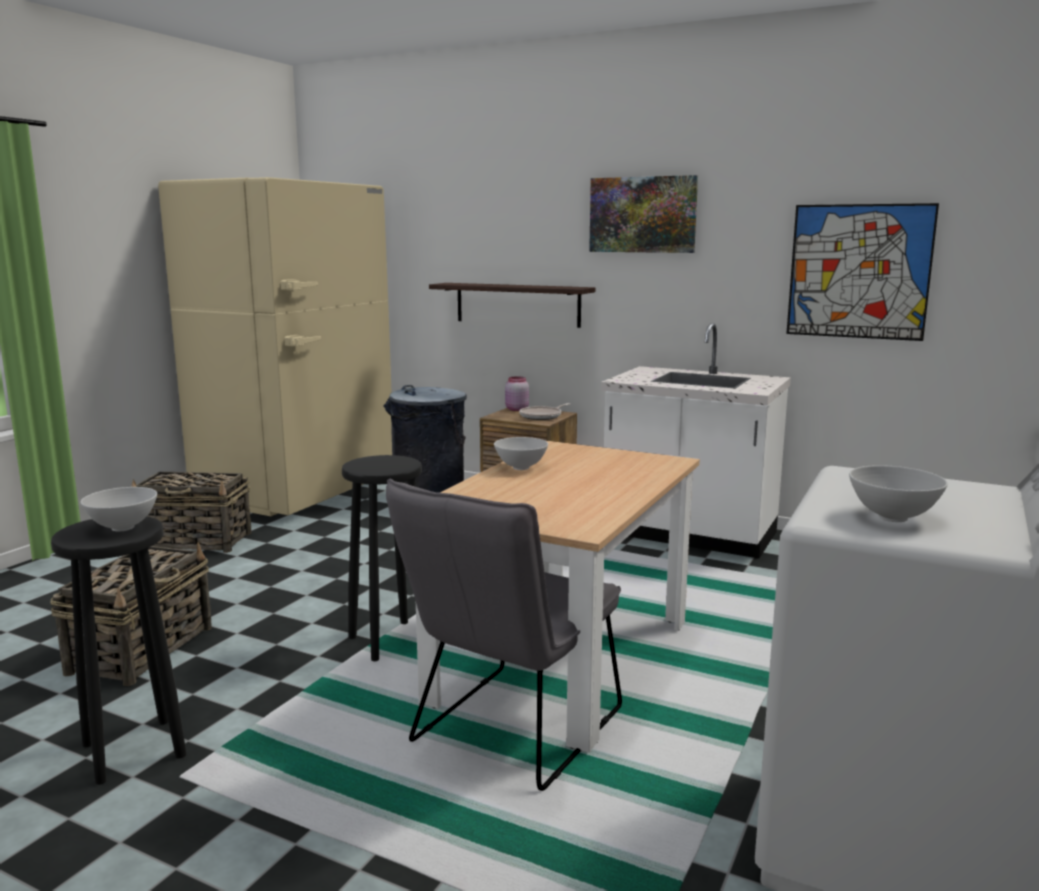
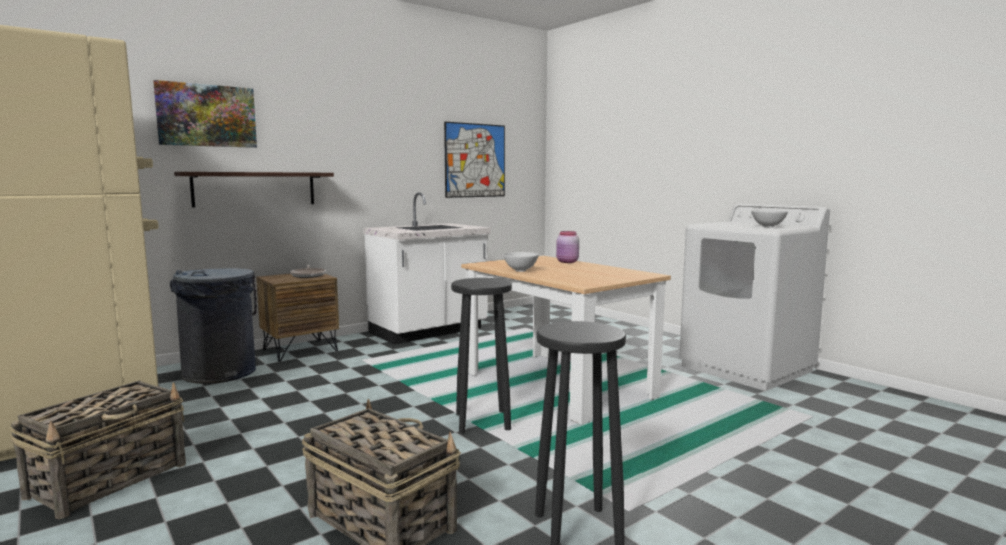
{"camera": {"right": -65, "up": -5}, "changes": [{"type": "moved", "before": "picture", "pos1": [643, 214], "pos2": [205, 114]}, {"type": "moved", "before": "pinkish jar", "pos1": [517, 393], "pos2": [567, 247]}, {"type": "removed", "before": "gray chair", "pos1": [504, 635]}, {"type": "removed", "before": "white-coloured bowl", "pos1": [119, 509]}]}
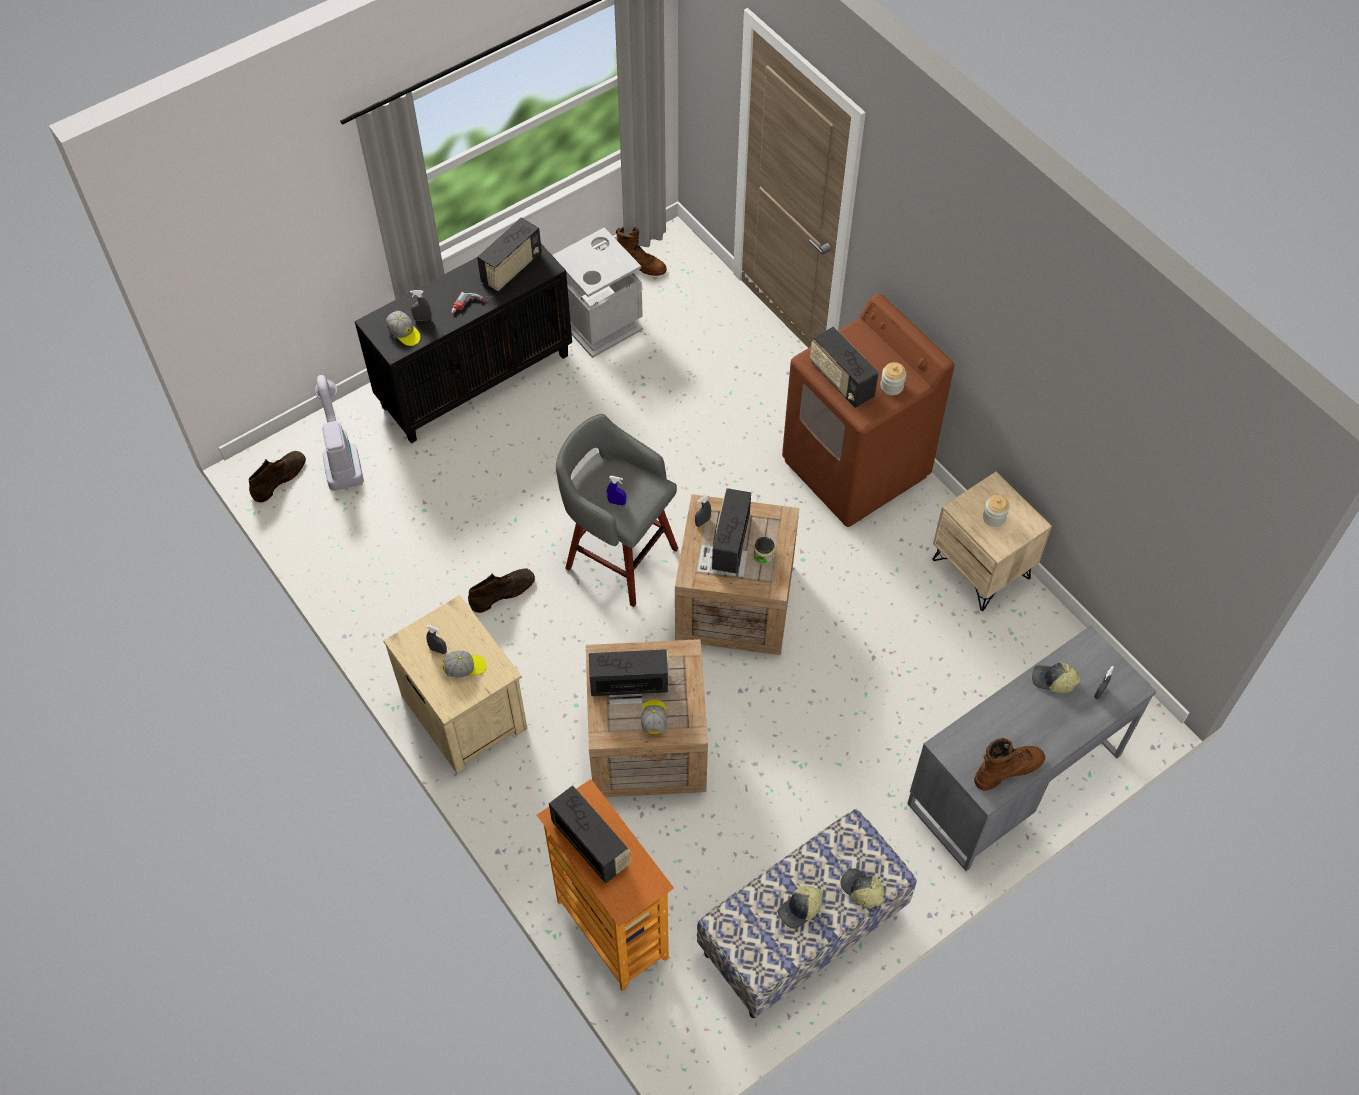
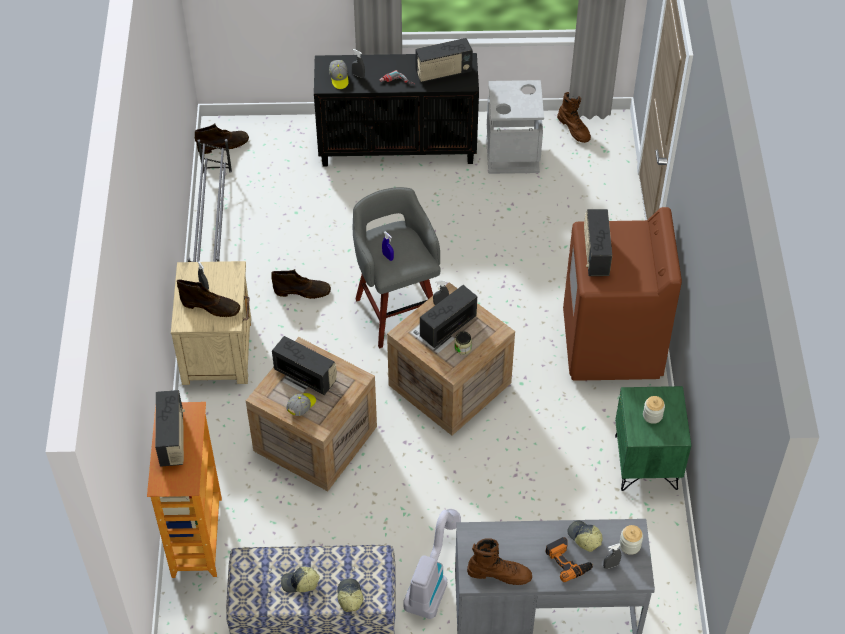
{"camera": {"right": 35, "up": -5}, "changes": [{"type": "moved", "before": "jar", "pos1": [893, 378], "pos2": [631, 540]}, {"type": "moved", "before": "hoover", "pos1": [339, 433], "pos2": [432, 564]}, {"type": "recoloured", "before": "sand-coloured nightstand", "after": "green nightstand", "pos1": [992, 541], "pos2": [653, 438]}, {"type": "replaced", "before": "peaked cap", "after": "brownish high-top boot", "pos1": [465, 664], "pos2": [208, 298]}, {"type": "added", "after": "gray shoe stand", "pos2": [209, 200]}, {"type": "added", "after": "drill", "pos2": [569, 559]}]}
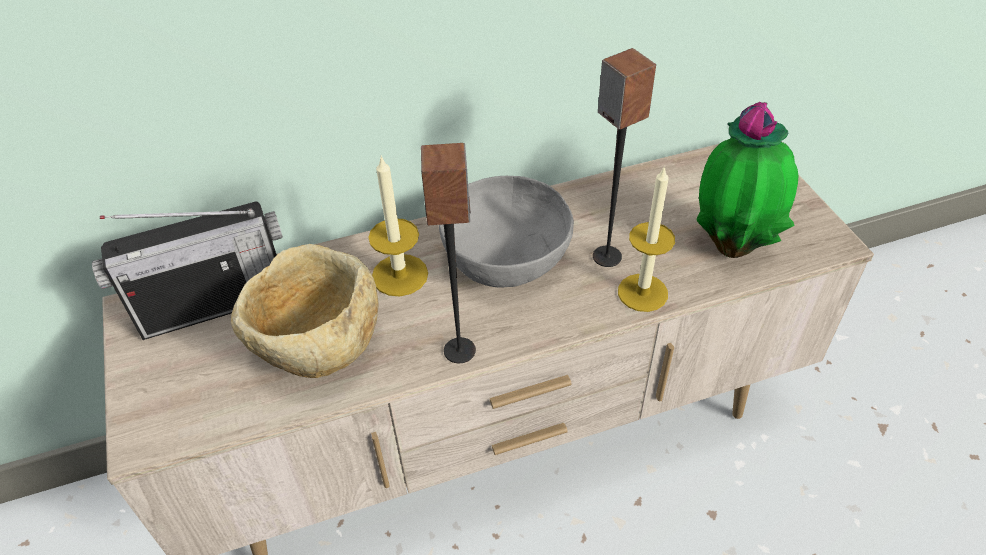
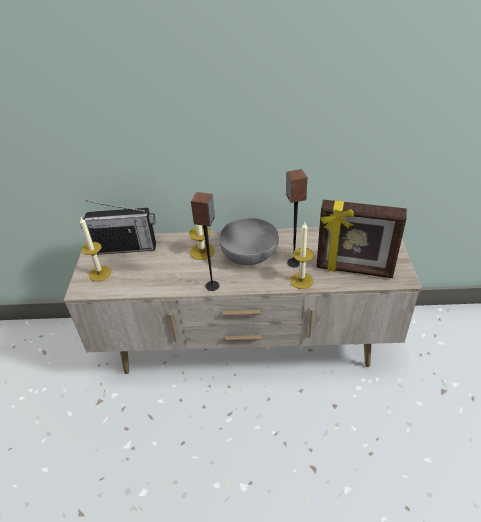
{"camera": {"right": 20, "up": -5}, "changes": [{"type": "replaced", "before": "houseplant", "after": "picture frame", "pos1": [747, 180], "pos2": [361, 239]}, {"type": "removed", "before": "sand-coloured bowl", "pos1": [305, 311]}, {"type": "added", "after": "candle", "pos2": [95, 249]}]}
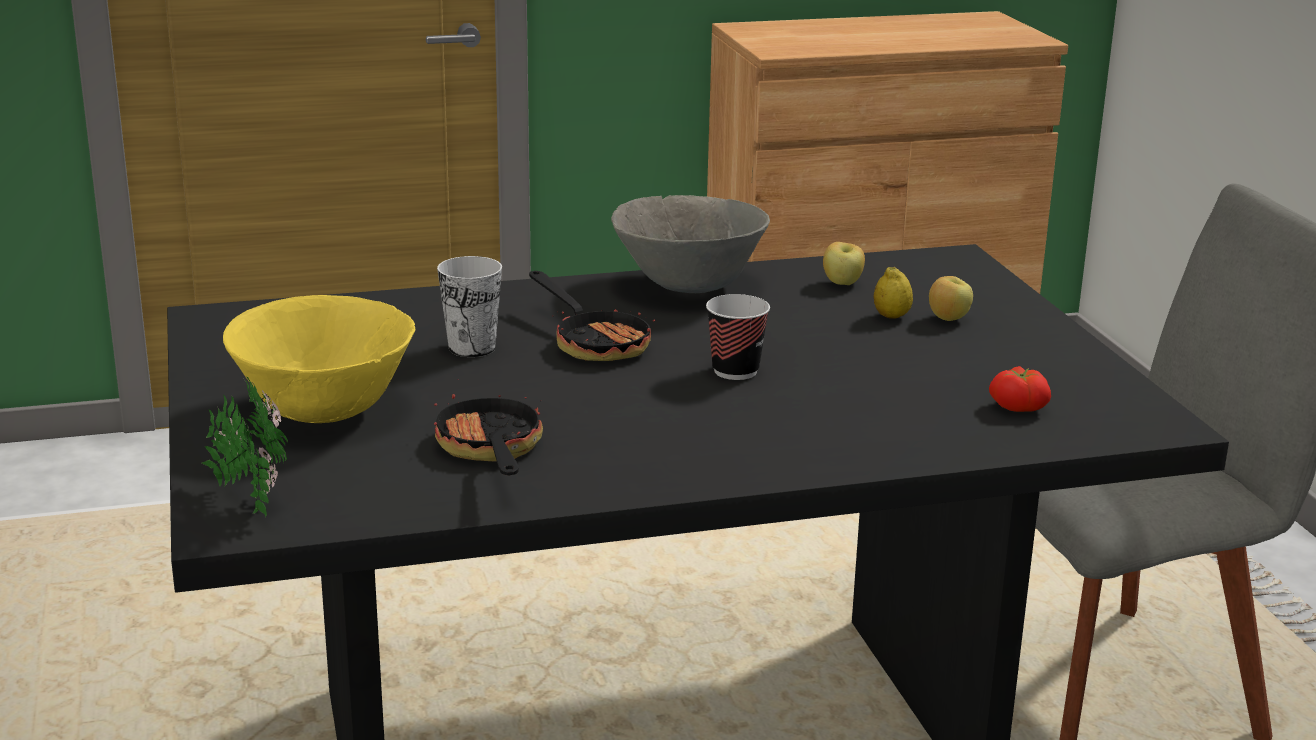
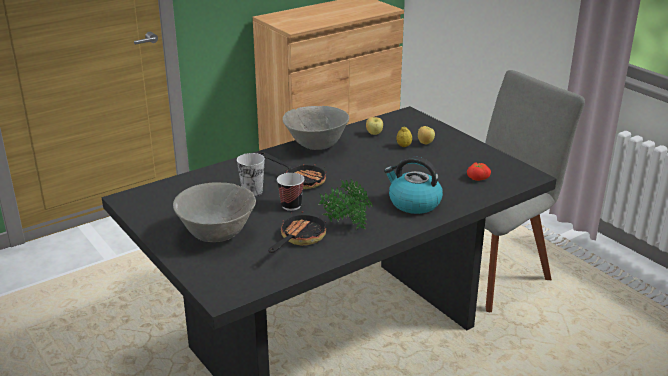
{"camera": {"right": -20, "up": 5}, "changes": [{"type": "moved", "before": "cup", "pos1": [738, 337], "pos2": [290, 192]}, {"type": "recoloured", "before": "yellow-coloured bowl", "after": "gray bowl", "pos1": [319, 359], "pos2": [214, 212]}, {"type": "moved", "before": "houseplant", "pos1": [245, 447], "pos2": [346, 204]}, {"type": "turned", "before": "skillet", "pos1": [488, 427], "pos2": [297, 232], "turn": 60}, {"type": "added", "after": "kettle", "pos2": [413, 185]}]}
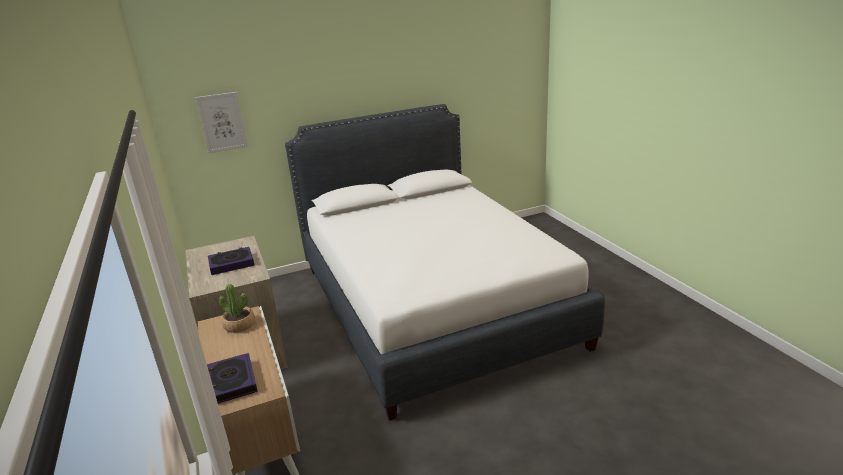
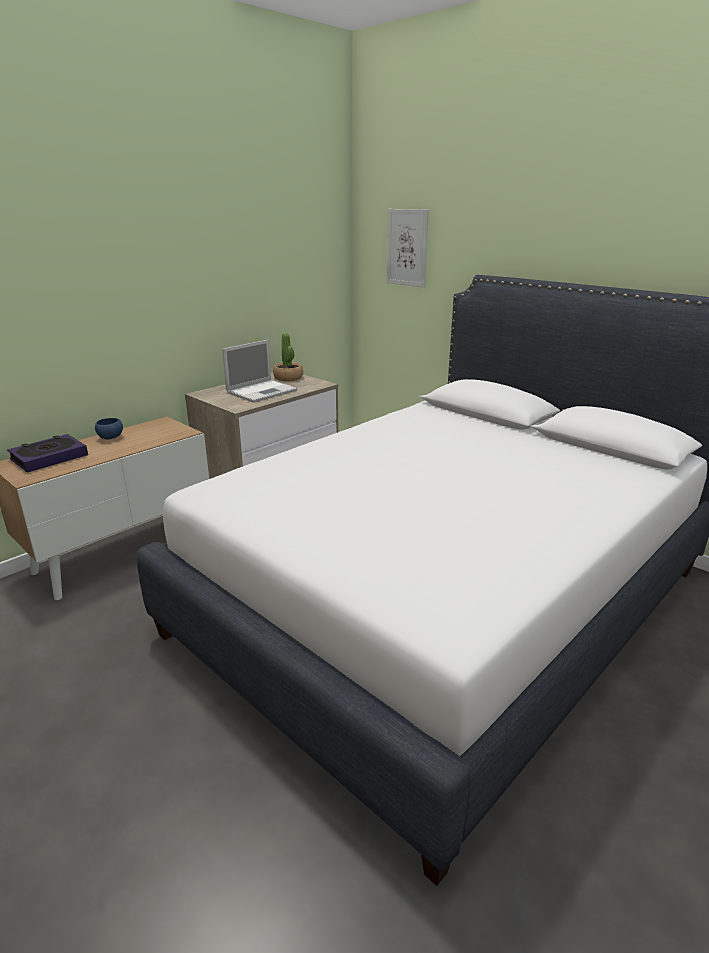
{"camera": {"right": 65, "up": 0}, "changes": [{"type": "replaced", "before": "bound book", "after": "laptop", "pos1": [231, 261], "pos2": [259, 371]}, {"type": "moved", "before": "houseplant", "pos1": [237, 308], "pos2": [288, 357]}, {"type": "added", "after": "blue bowl", "pos2": [109, 428]}]}
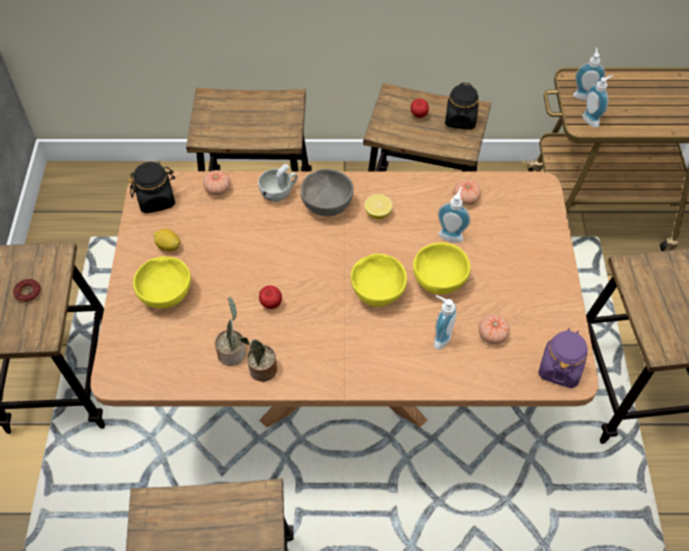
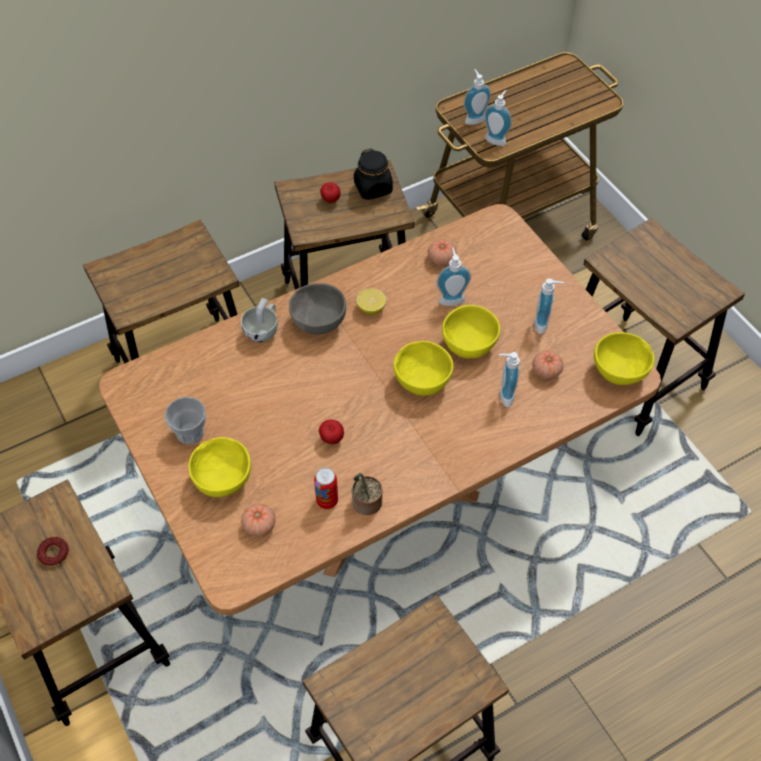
{"camera": {"right": -30, "up": 0}, "changes": [{"type": "removed", "before": "blackish jar", "pos1": [151, 188]}, {"type": "moved", "before": "fresh tomato", "pos1": [217, 182], "pos2": [258, 520]}, {"type": "replaced", "before": "lemon", "after": "cup", "pos1": [167, 240], "pos2": [185, 420]}, {"type": "replaced", "before": "houseplant", "after": "metal can", "pos1": [230, 331], "pos2": [326, 488]}, {"type": "replaced", "before": "purple-coloured jar", "after": "yellow-coloured bowl", "pos1": [563, 358], "pos2": [624, 358]}, {"type": "added", "after": "liquid soap bottle", "pos2": [549, 306]}]}
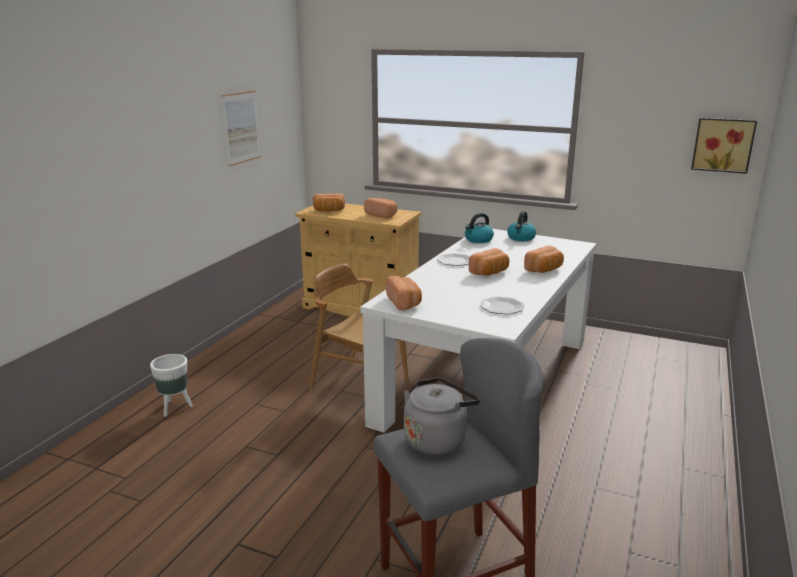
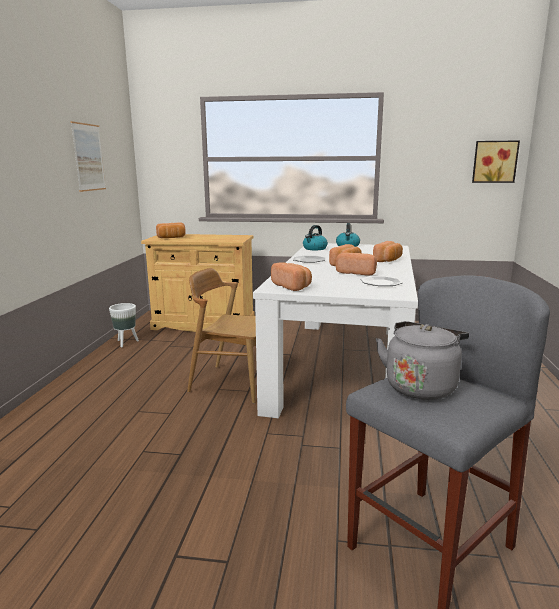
{"camera": {"right": -15, "up": -5}, "changes": [{"type": "moved", "before": "bread", "pos1": [380, 208], "pos2": [356, 264]}, {"type": "moved", "before": "white-coloured flower pot", "pos1": [171, 385], "pos2": [124, 325]}]}
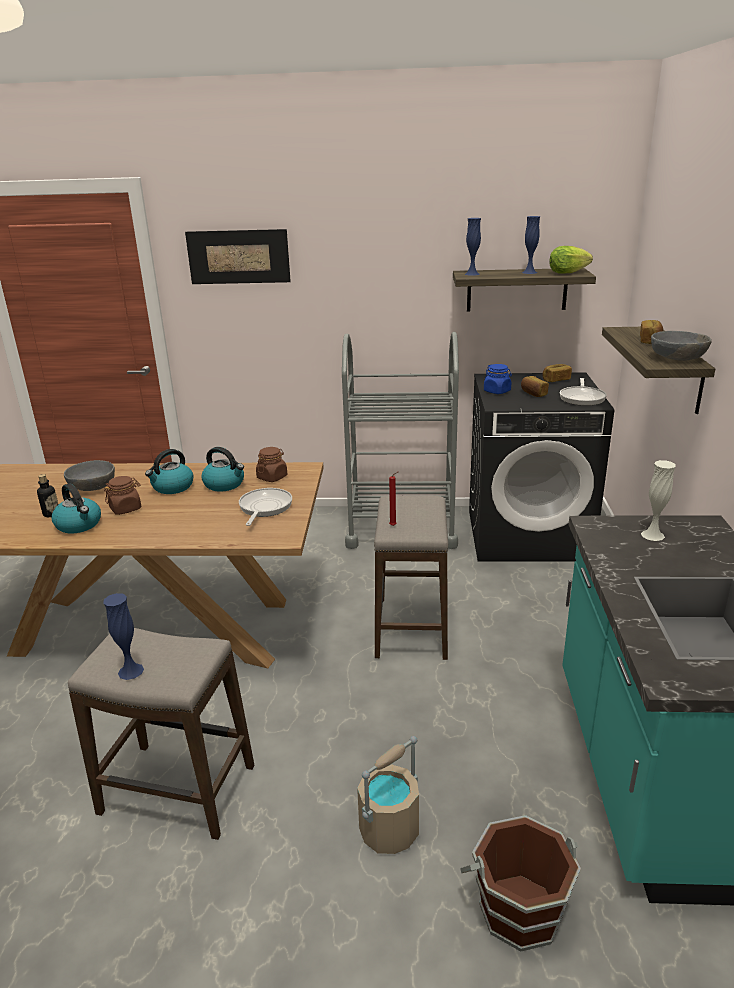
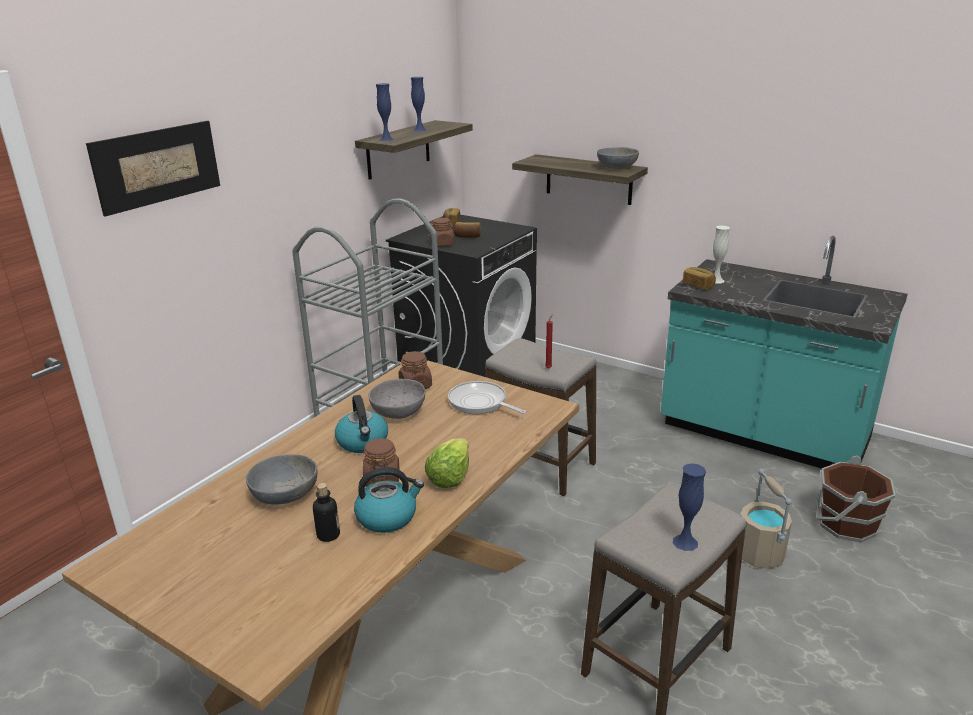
{"camera": {"right": -60, "up": 0}, "changes": [{"type": "moved", "before": "lettuce head", "pos1": [571, 260], "pos2": [447, 463]}, {"type": "moved", "before": "bread", "pos1": [651, 332], "pos2": [699, 278]}, {"type": "recoloured", "before": "blue jar", "after": "brownish jar", "pos1": [498, 379], "pos2": [442, 232]}, {"type": "removed", "before": "skillet", "pos1": [583, 392]}, {"type": "replaced", "before": "kettle", "after": "gray bowl", "pos1": [222, 469], "pos2": [396, 399]}]}
